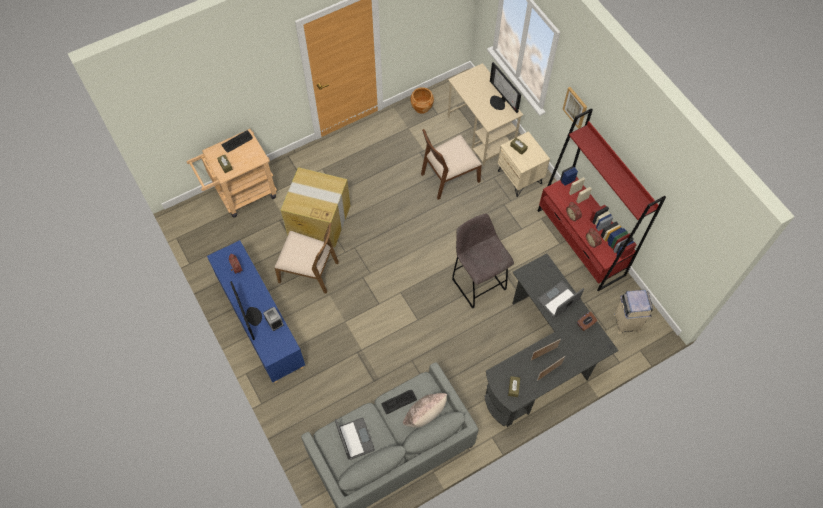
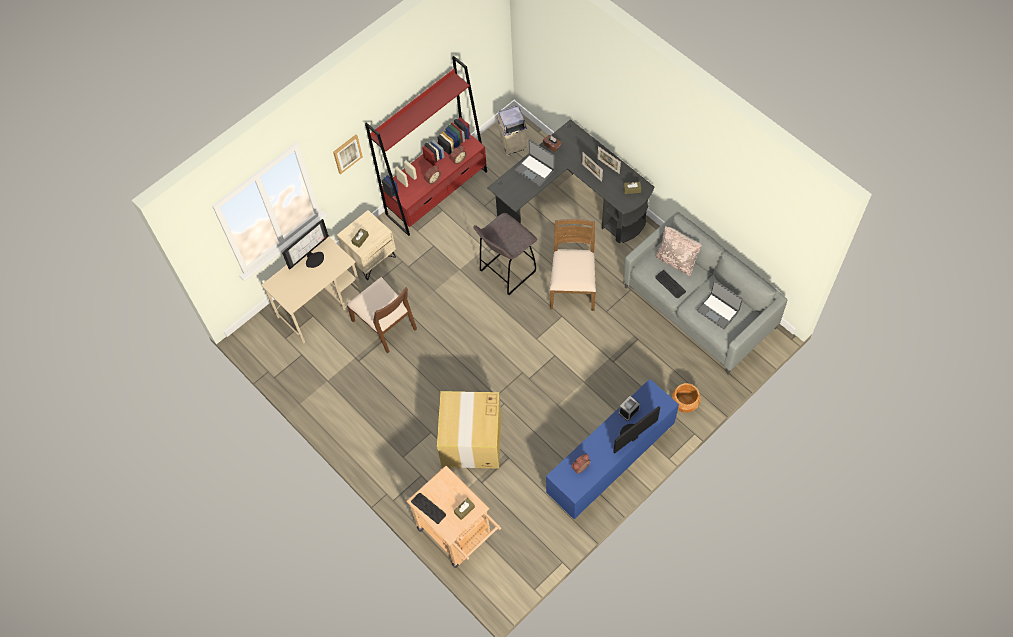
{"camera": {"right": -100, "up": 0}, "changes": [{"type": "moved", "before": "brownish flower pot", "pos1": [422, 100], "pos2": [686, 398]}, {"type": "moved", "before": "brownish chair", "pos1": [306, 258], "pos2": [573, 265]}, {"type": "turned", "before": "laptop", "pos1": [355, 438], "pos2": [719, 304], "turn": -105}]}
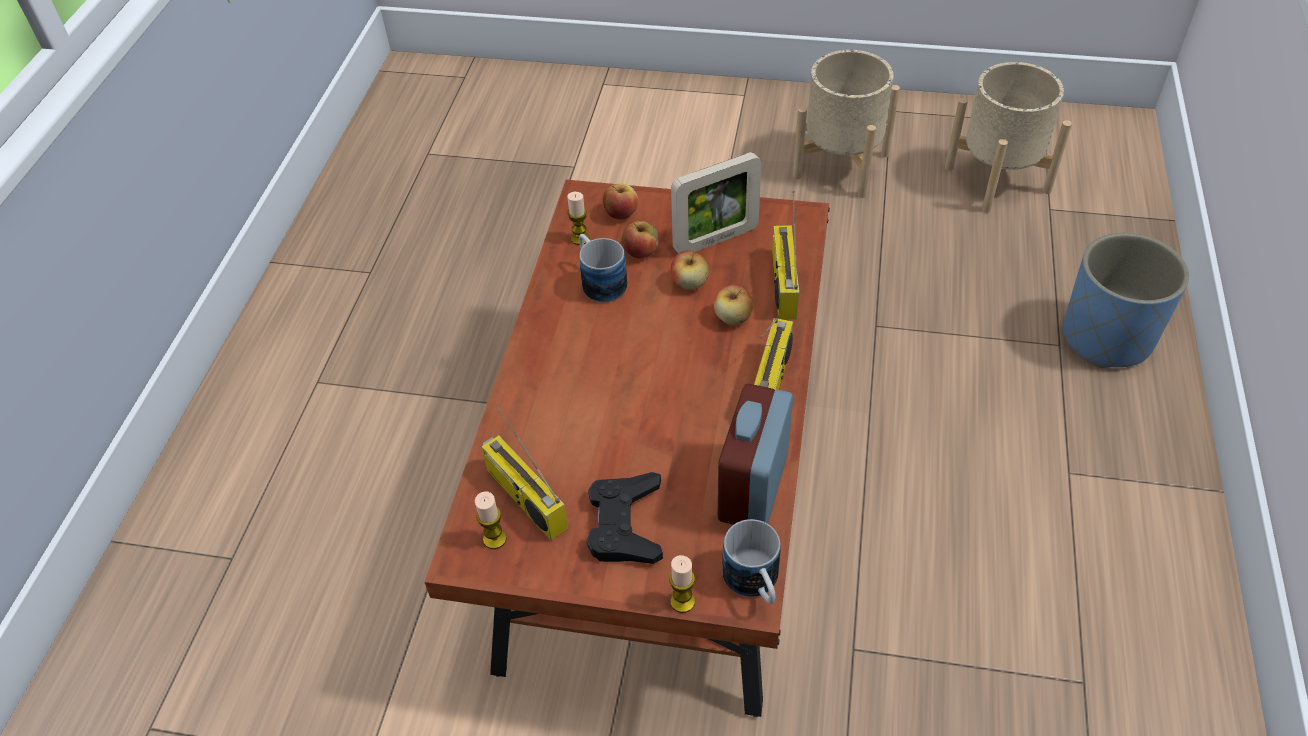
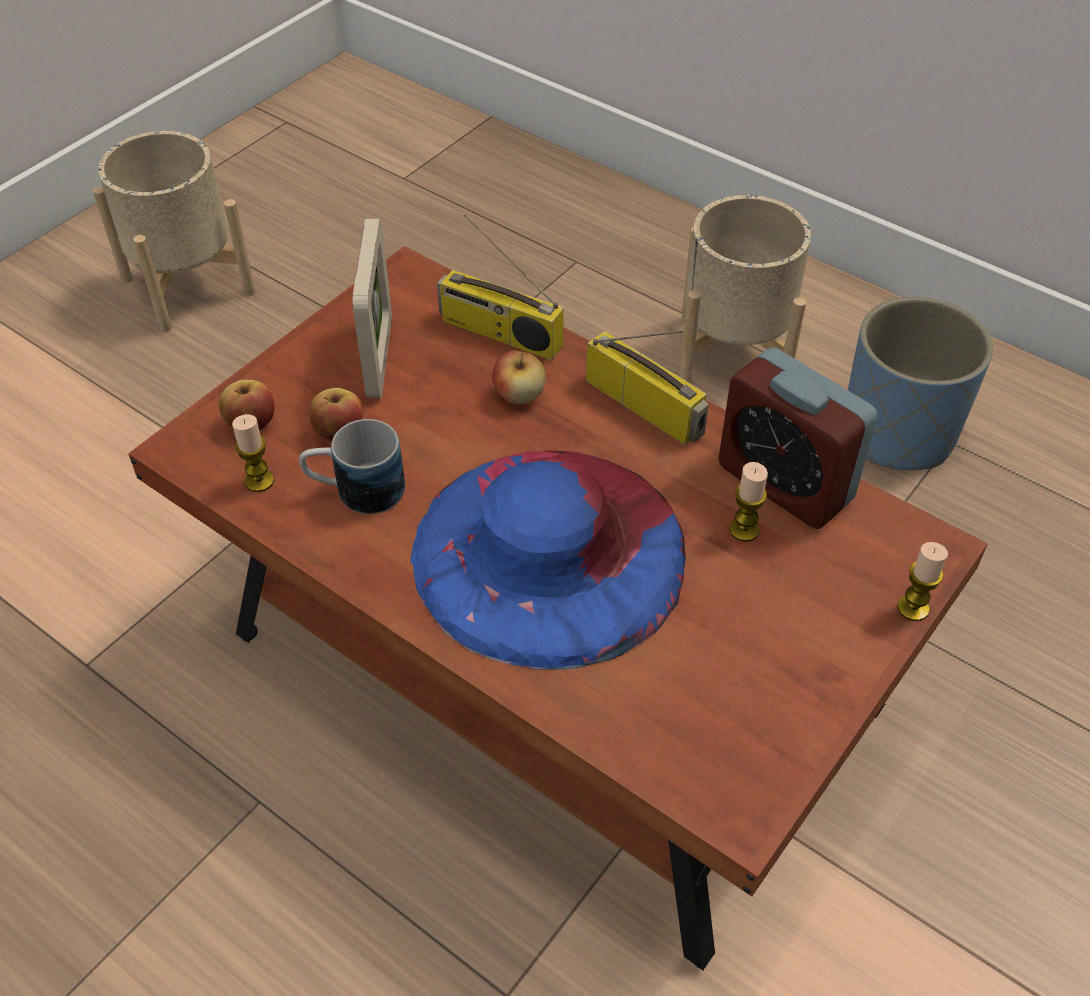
{"camera": {"right": -65, "up": 0}, "changes": [{"type": "moved", "before": "sand-coloured flower pot", "pos1": [1008, 137], "pos2": [745, 289]}, {"type": "moved", "before": "blue flower pot", "pos1": [1126, 300], "pos2": [920, 383]}, {"type": "removed", "before": "whole apple", "pos1": [690, 270]}, {"type": "removed", "before": "radio receiver", "pos1": [524, 473]}, {"type": "removed", "before": "blackish joypad", "pos1": [625, 518]}, {"type": "moved", "before": "candle", "pos1": [491, 520], "pos2": [748, 502]}, {"type": "removed", "before": "tea mug", "pos1": [751, 561]}, {"type": "added", "after": "blue wearable hat", "pos2": [548, 560]}]}
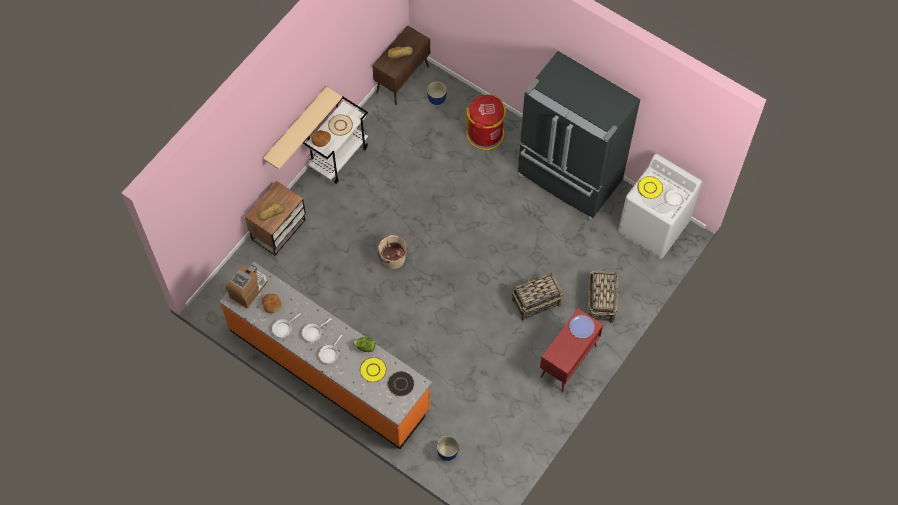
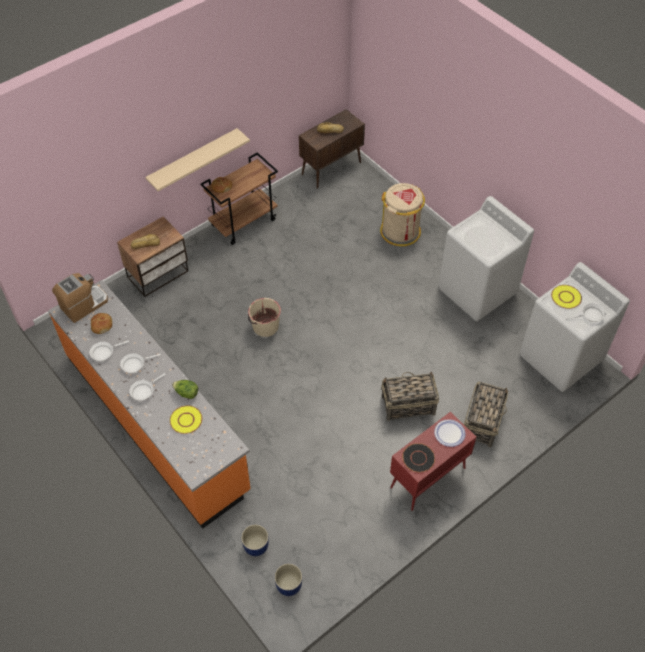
{"camera": {"right": 15, "up": -10}, "changes": [{"type": "replaced", "before": "blackish refrigerator", "after": "white-coloured laundry machine", "pos1": [578, 136], "pos2": [486, 258]}, {"type": "moved", "before": "blue flower pot", "pos1": [437, 93], "pos2": [288, 579]}, {"type": "recoloured", "before": "red trash can", "after": "sand-coloured trash can", "pos1": [486, 122], "pos2": [402, 214]}, {"type": "recoloured", "before": "white-coloured trolley", "after": "brownish trolley", "pos1": [335, 140], "pos2": [239, 198]}, {"type": "removed", "before": "sand-coloured flat dish", "pos1": [340, 125]}, {"type": "moved", "before": "blackish flat dish", "pos1": [400, 383], "pos2": [418, 457]}]}
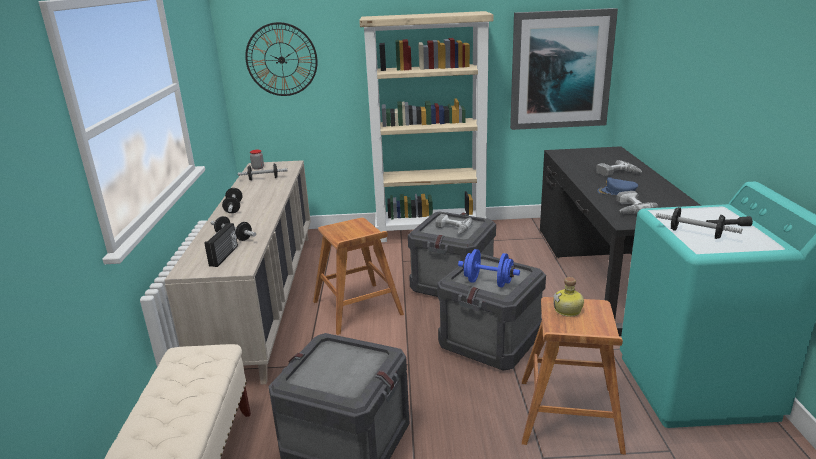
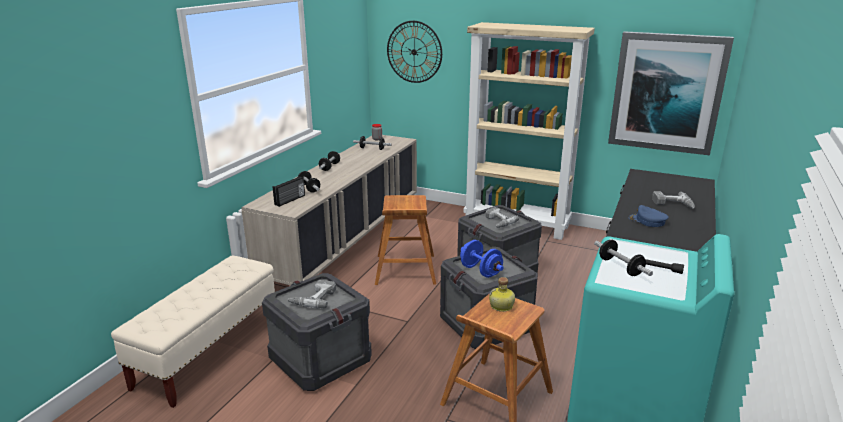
{"camera": {"right": 25, "up": 0}, "changes": [{"type": "moved", "before": "drill", "pos1": [637, 202], "pos2": [312, 294]}]}
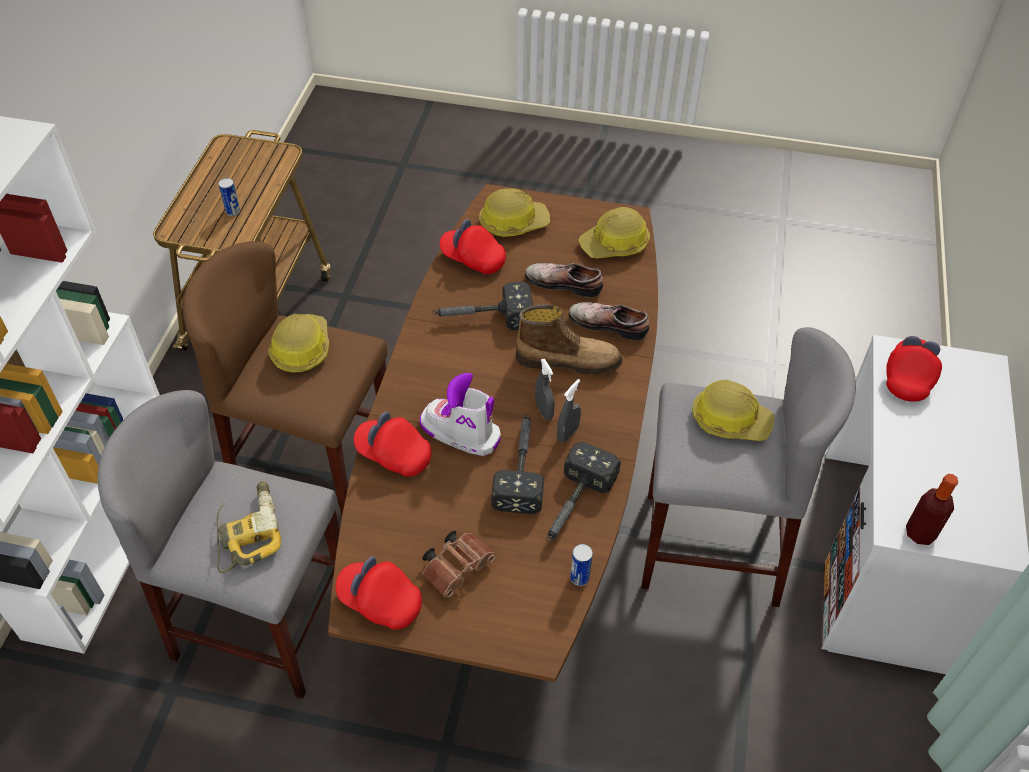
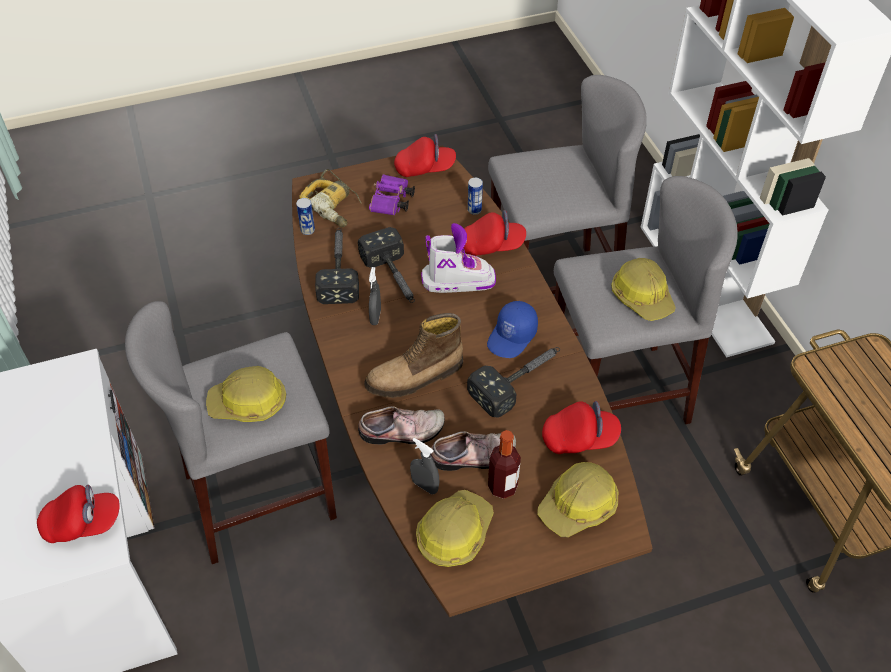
{"camera": {"right": 150, "up": 0}, "changes": [{"type": "moved", "before": "metal can", "pos1": [229, 197], "pos2": [475, 196]}, {"type": "recoloured", "before": "brownish stool", "after": "gray stool", "pos1": [285, 378], "pos2": [646, 300]}, {"type": "turned", "before": "red peaked cap", "pos1": [914, 369], "pos2": [78, 514], "turn": -90}, {"type": "moved", "before": "gray spray bottle", "pos1": [545, 389], "pos2": [424, 466]}, {"type": "moved", "before": "drink bottle", "pos1": [932, 509], "pos2": [504, 464]}, {"type": "moved", "before": "drill", "pos1": [249, 527], "pos2": [330, 198]}, {"type": "recoloured", "before": "brownish field glasses", "after": "purple-coloured field glasses", "pos1": [459, 564], "pos2": [392, 194]}, {"type": "added", "after": "blue peaked cap", "pos2": [512, 329]}]}
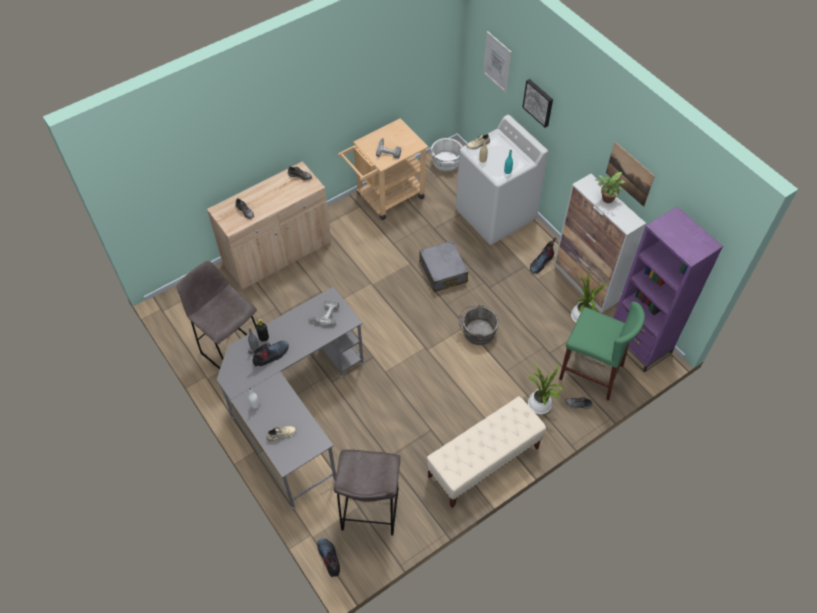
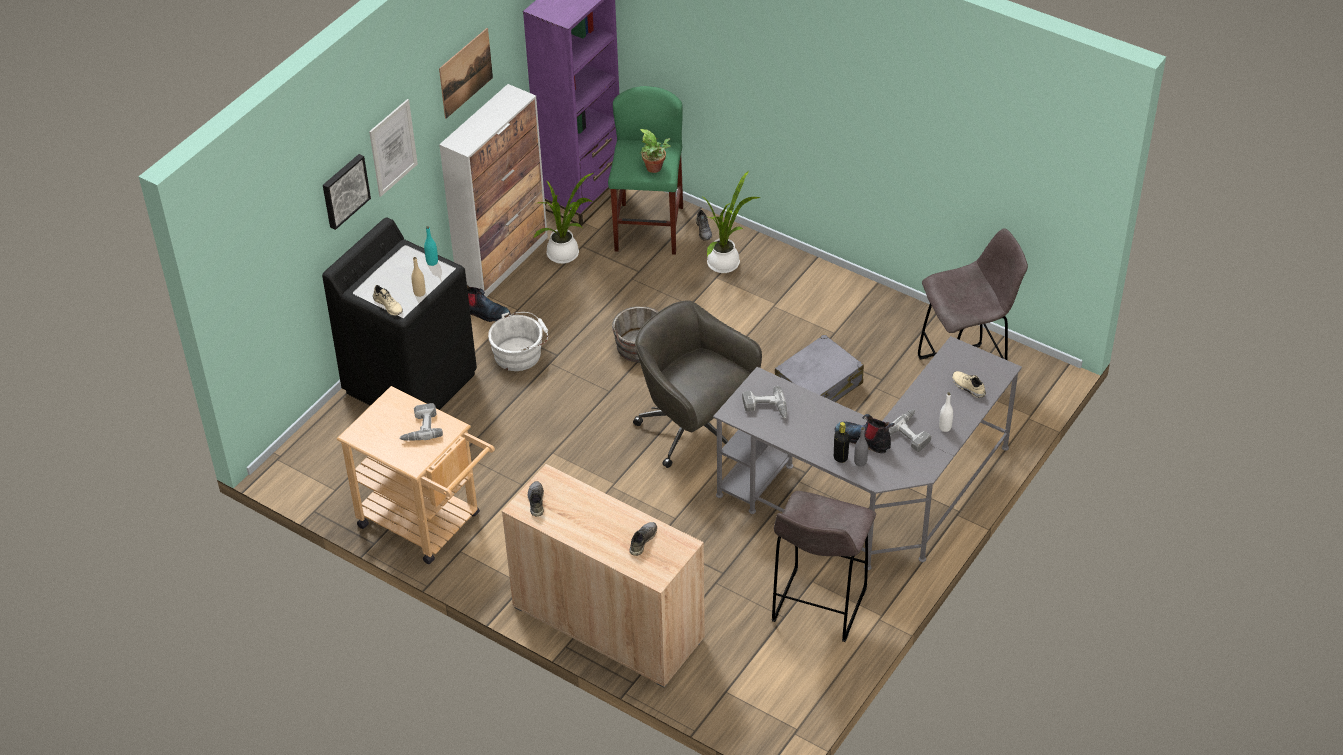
{"camera": {"right": -110, "up": -10}, "changes": [{"type": "moved", "before": "picture", "pos1": [497, 62], "pos2": [393, 148]}, {"type": "recoloured", "before": "white-coloured laundry machine", "after": "blackish laundry machine", "pos1": [502, 180], "pos2": [399, 314]}, {"type": "moved", "before": "white-coloured water bucket", "pos1": [447, 154], "pos2": [518, 341]}, {"type": "moved", "before": "houseplant", "pos1": [610, 187], "pos2": [655, 151]}, {"type": "moved", "before": "gray suitcase", "pos1": [443, 266], "pos2": [819, 368]}, {"type": "removed", "before": "sand-coloured indoor bench", "pos1": [486, 452]}, {"type": "removed", "before": "high-top boot", "pos1": [328, 557]}, {"type": "added", "after": "gray office chair", "pos2": [697, 384]}, {"type": "added", "after": "drill", "pos2": [910, 430]}]}
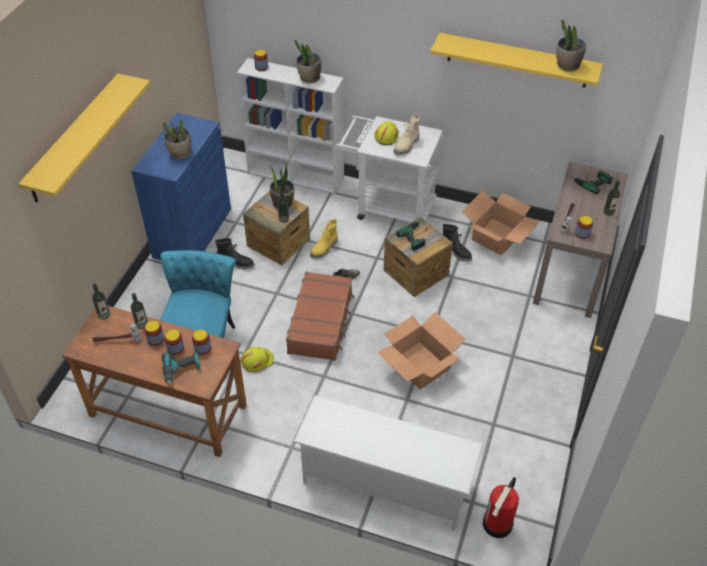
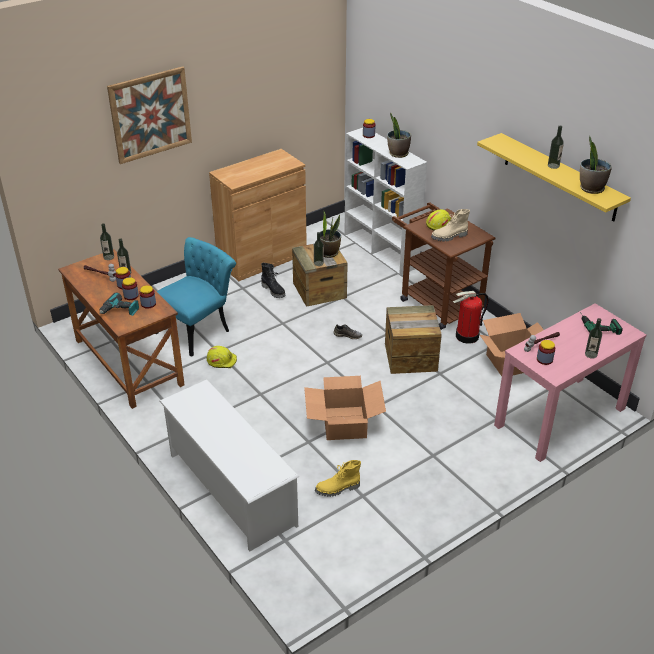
{"camera": {"right": 35, "up": -10}, "changes": [{"type": "replaced", "before": "yellow-coloured shelf", "after": "picture", "pos1": [84, 138], "pos2": [149, 115]}, {"type": "recoloured", "before": "blue storage cabinet", "after": "brownish storage cabinet", "pos1": [181, 186], "pos2": [258, 215]}, {"type": "recoloured", "before": "white-coloured trolley", "after": "brownish trolley", "pos1": [389, 169], "pos2": [444, 266]}, {"type": "removed", "before": "houseplant", "pos1": [177, 138]}, {"type": "recoloured", "before": "brownish narrow table", "after": "pinkish narrow table", "pos1": [580, 240], "pos2": [570, 382]}, {"type": "moved", "before": "yellow-coloured high-top boot", "pos1": [324, 238], "pos2": [338, 478]}, {"type": "removed", "before": "drill", "pos1": [410, 236]}, {"type": "removed", "before": "blackish high-top boot", "pos1": [457, 243]}, {"type": "removed", "before": "brownish suitcase", "pos1": [320, 316]}, {"type": "moved", "before": "fire-fighting cylinder", "pos1": [501, 507], "pos2": [471, 317]}, {"type": "added", "after": "drink bottle", "pos2": [556, 147]}]}
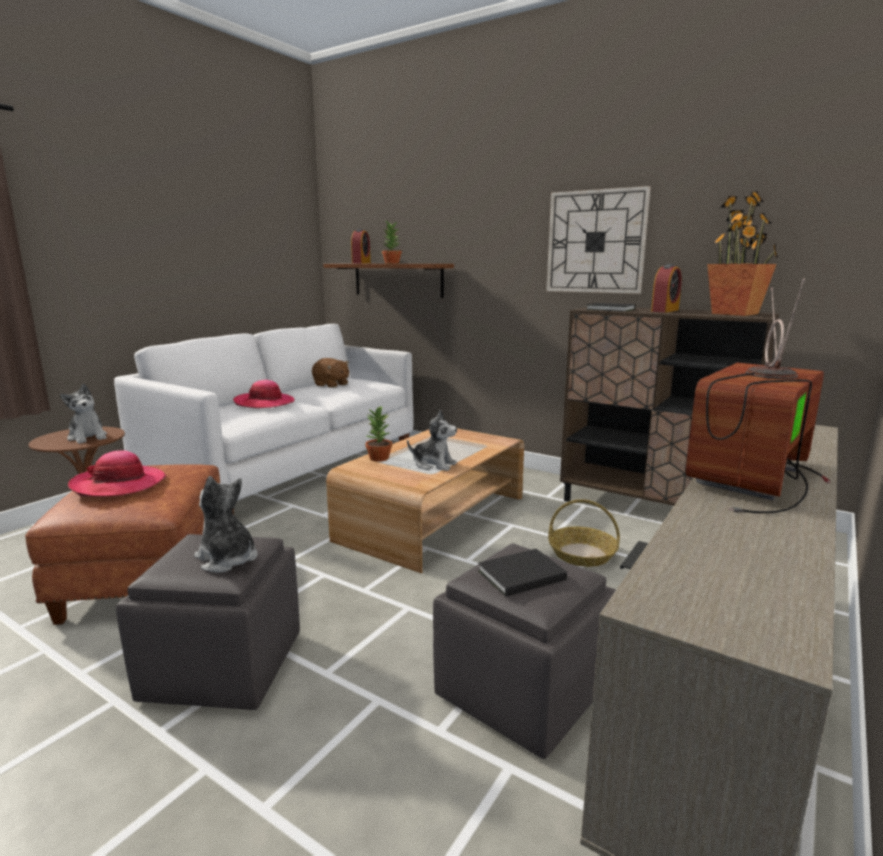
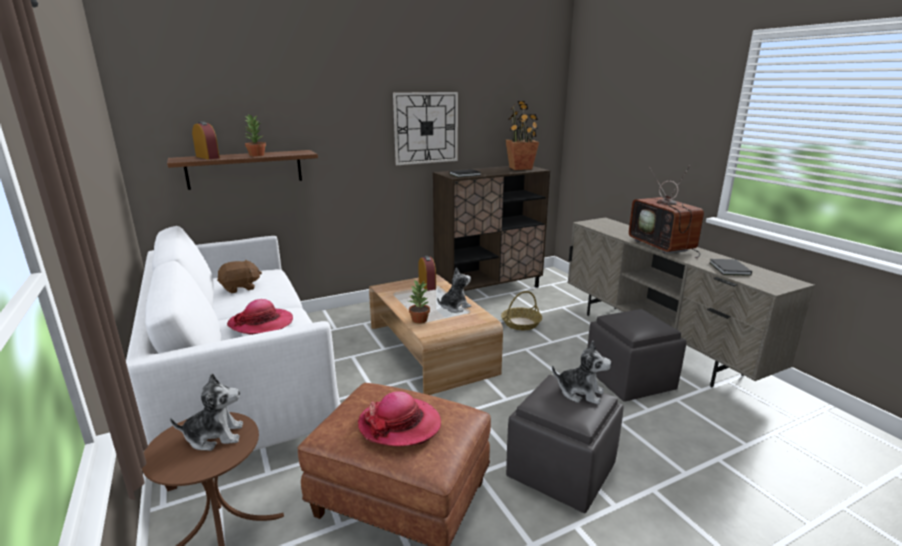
{"camera": {"right": -60, "up": 5}, "changes": [{"type": "moved", "before": "table clock", "pos1": [666, 288], "pos2": [427, 273]}, {"type": "turned", "before": "cuddly toy", "pos1": [226, 524], "pos2": [581, 373], "turn": -135}, {"type": "moved", "before": "blackish bound book", "pos1": [522, 573], "pos2": [730, 267]}]}
